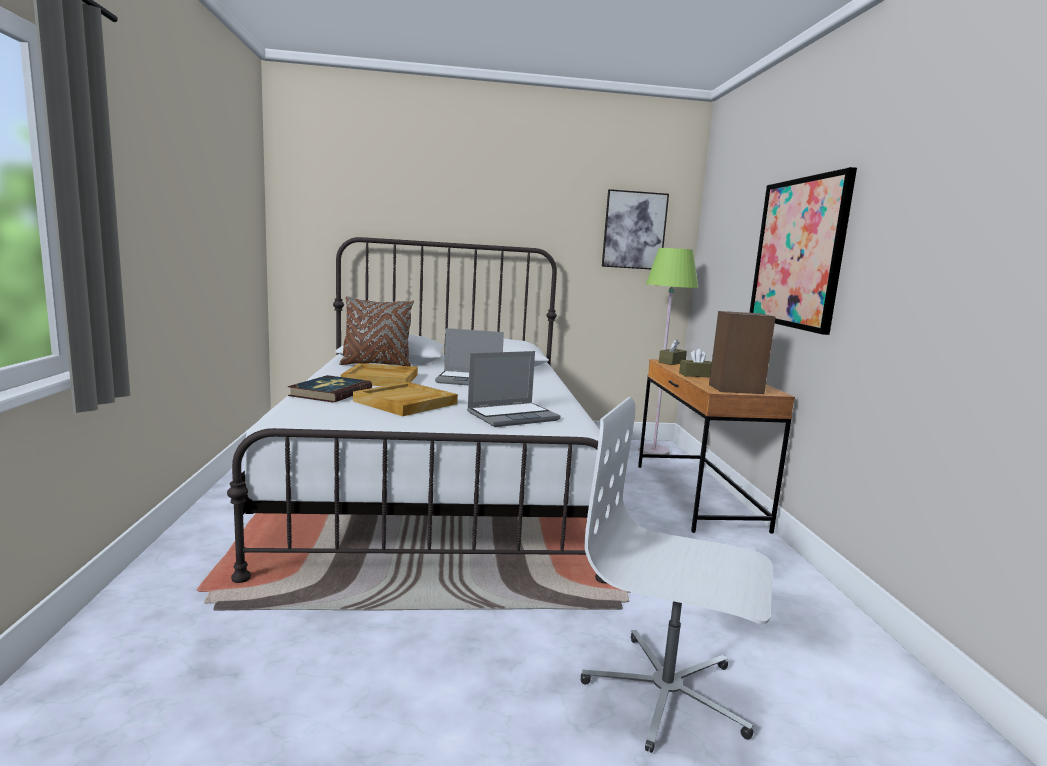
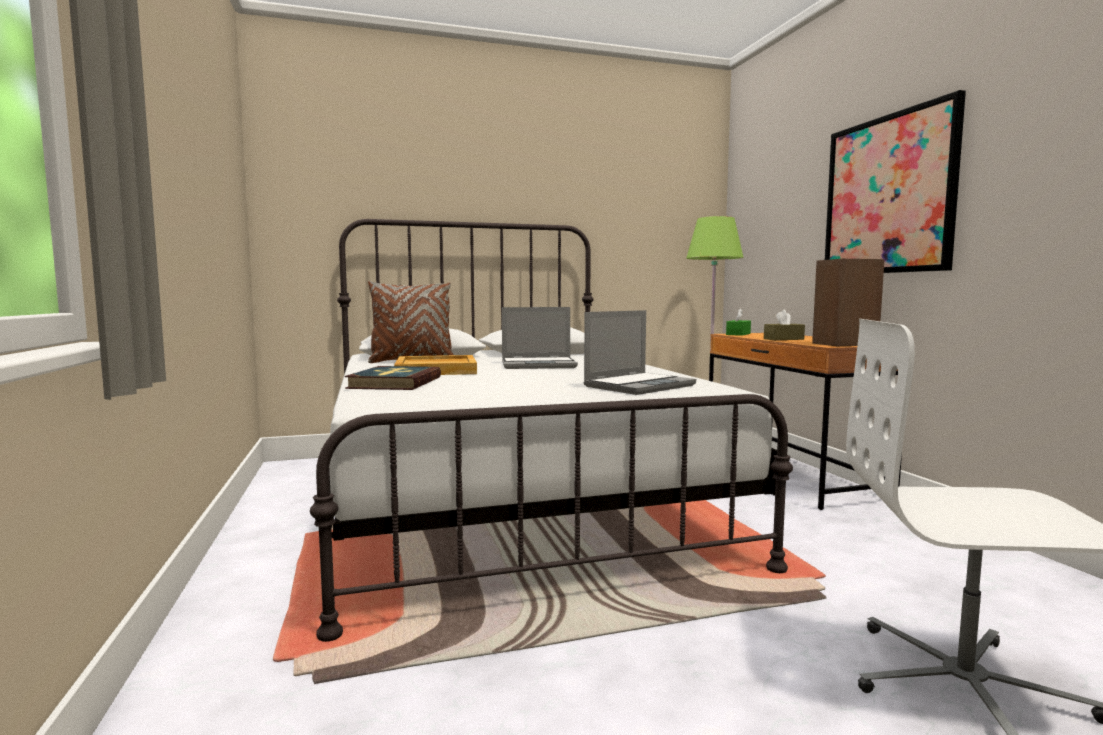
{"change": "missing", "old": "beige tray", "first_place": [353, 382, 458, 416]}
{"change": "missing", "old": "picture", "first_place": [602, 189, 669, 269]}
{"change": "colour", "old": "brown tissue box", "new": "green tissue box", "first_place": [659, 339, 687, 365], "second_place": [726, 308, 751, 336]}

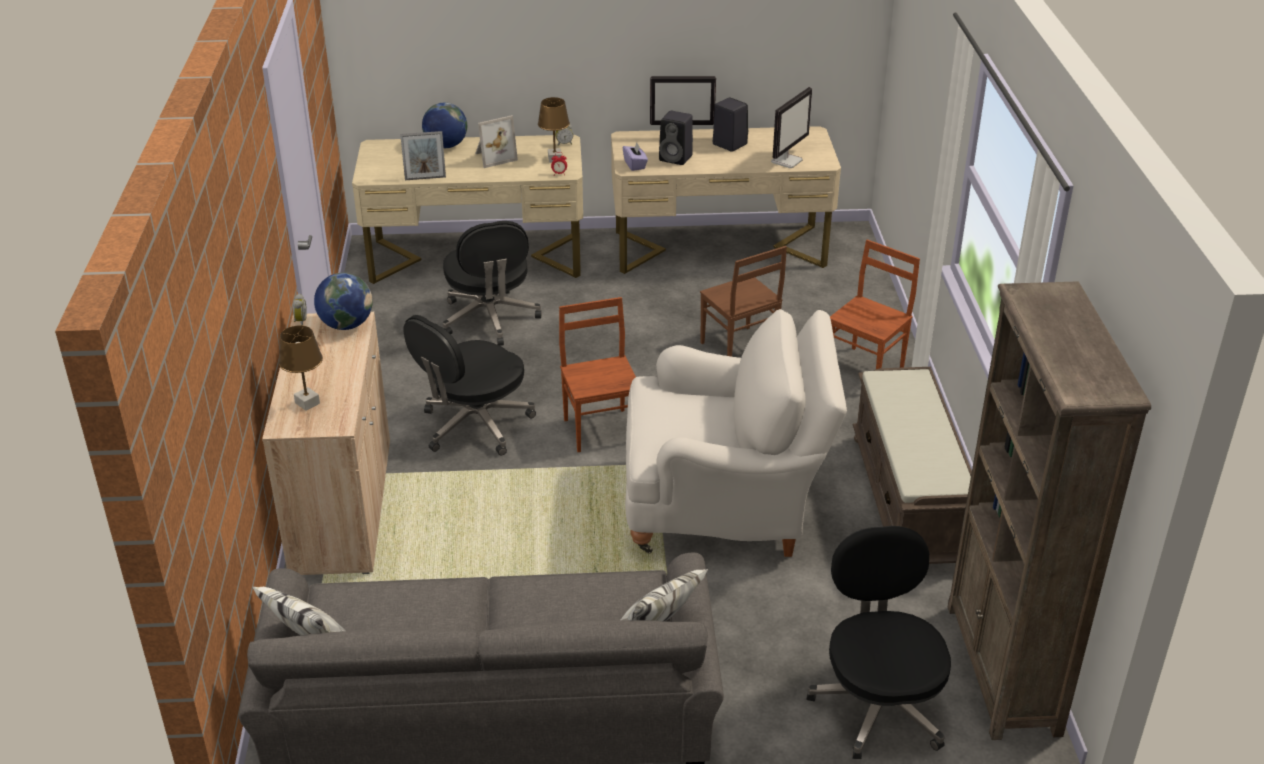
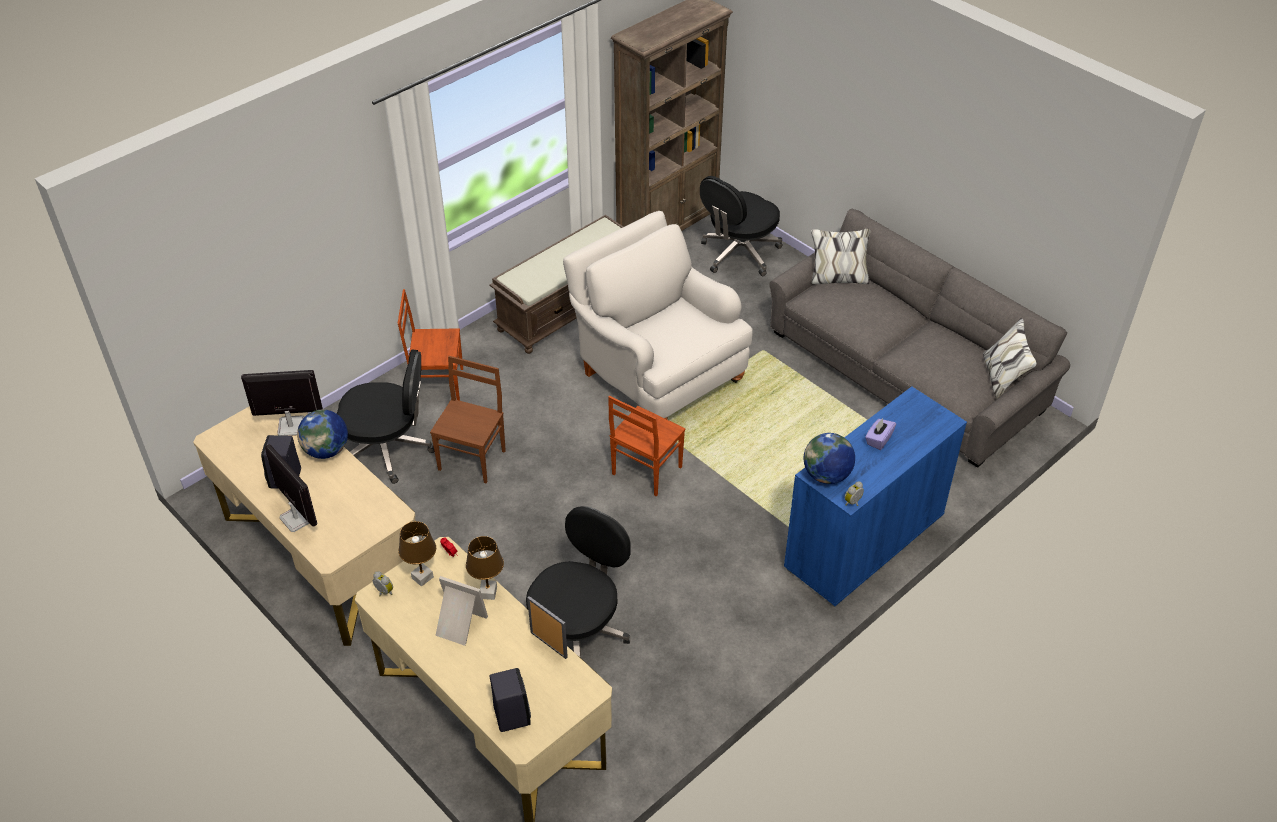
{"change": "relocated", "old": "brown table lamp", "first_place": [279, 325, 323, 411], "second_place": [466, 536, 504, 600]}
{"change": "relocated", "old": "black office chair", "first_place": [403, 315, 536, 456], "second_place": [336, 350, 435, 484]}
{"change": "relocated", "old": "globe", "first_place": [422, 103, 467, 148], "second_place": [297, 410, 348, 459]}
{"change": "relocated", "old": "purple tissue box", "first_place": [623, 143, 648, 171], "second_place": [865, 418, 896, 450]}
{"change": "relocated", "old": "black speaker", "first_place": [659, 111, 693, 165], "second_place": [490, 668, 531, 732]}
{"change": "colour", "old": "beige cabinet", "new": "blue cabinet", "first_place": [262, 312, 390, 575], "second_place": [784, 386, 967, 607]}

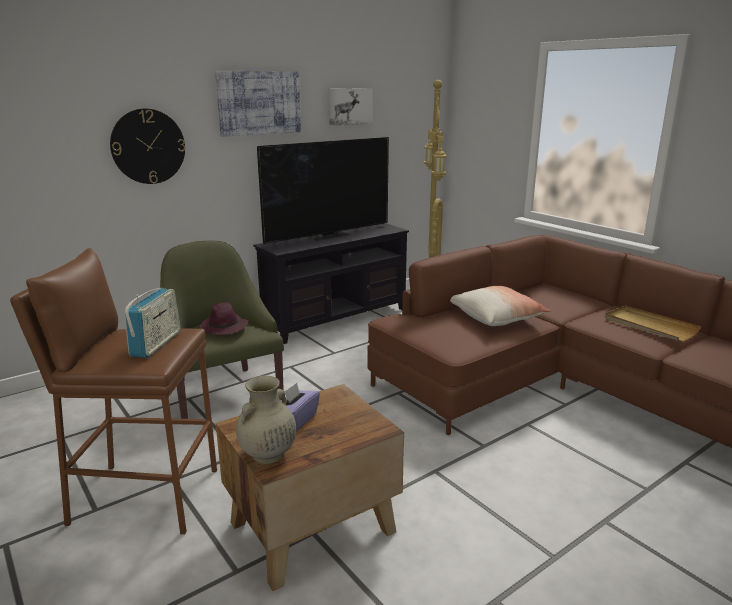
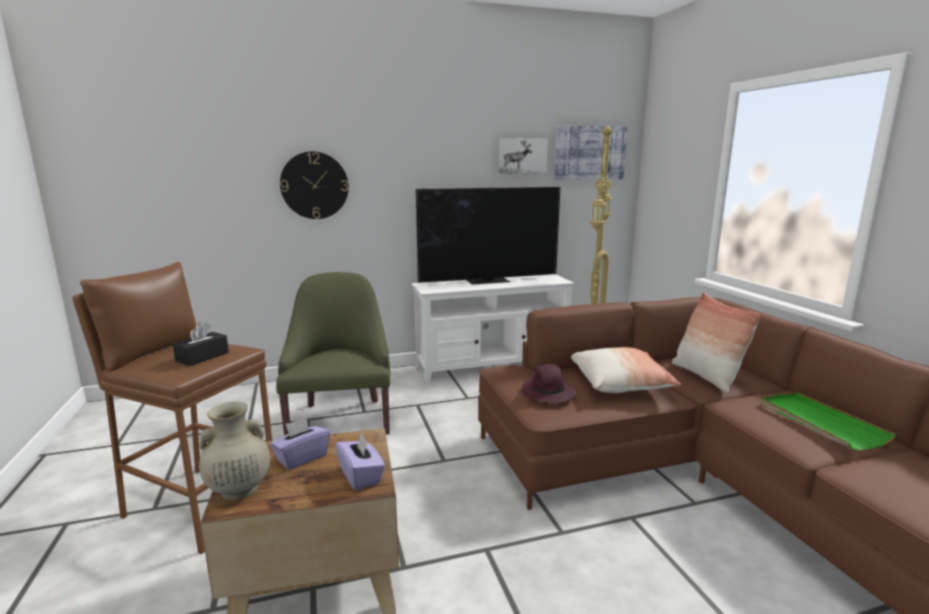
{"change": "appeared", "new": "purple tissue box", "second_place": [335, 432, 385, 490]}
{"change": "appeared", "new": "pillow", "second_place": [672, 292, 763, 393]}
{"change": "relocated", "old": "purple hat", "first_place": [200, 302, 248, 335], "second_place": [521, 364, 577, 403]}
{"change": "relocated", "old": "picture", "first_place": [215, 71, 301, 137], "second_place": [554, 125, 628, 180]}
{"change": "exchanged", "old": "radio", "new": "black tissue box", "first_place": [124, 288, 181, 358], "second_place": [173, 322, 229, 366]}
{"change": "colour", "old": "black tv stand", "new": "white tv stand", "first_place": [253, 223, 409, 344], "second_place": [411, 274, 574, 382]}
{"change": "colour", "old": "beige tray", "new": "green tray", "first_place": [605, 305, 701, 342], "second_place": [760, 392, 897, 451]}

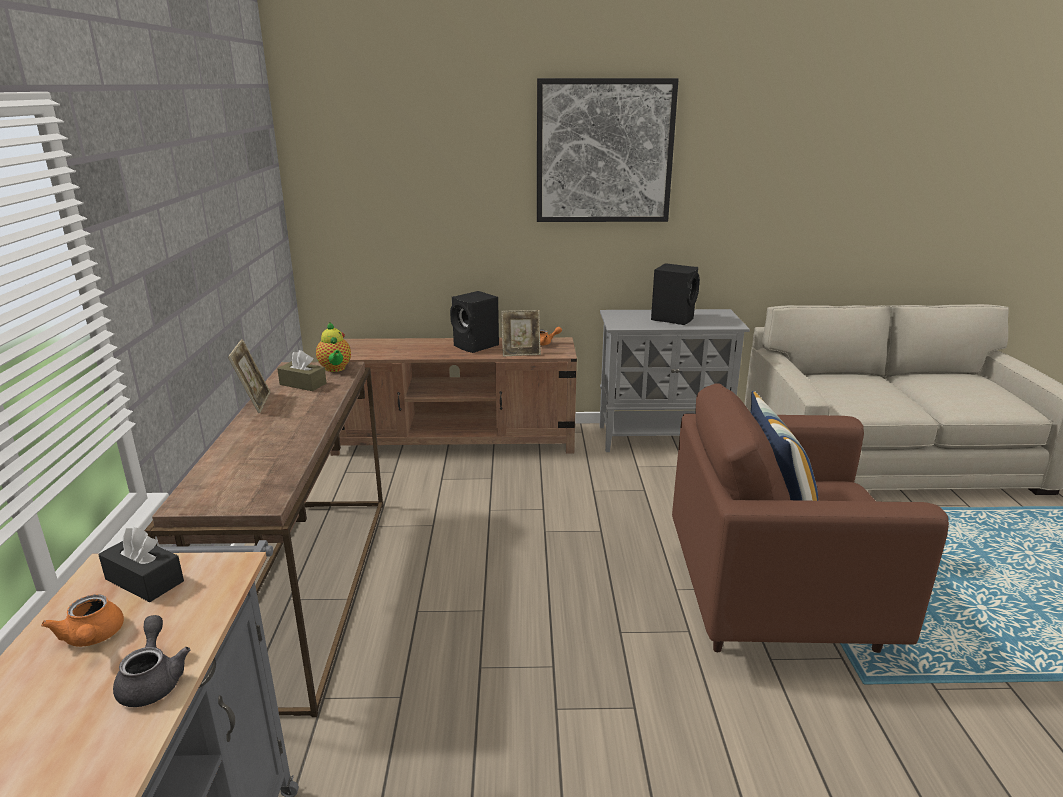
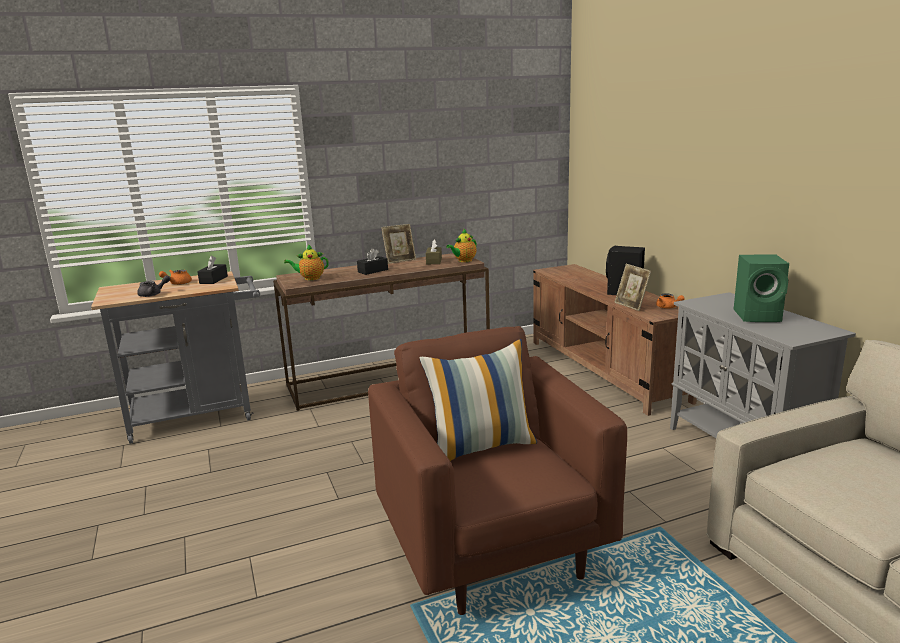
{"change": "missing", "old": "picture", "first_place": [537, 78, 679, 222]}
{"change": "appeared", "new": "teapot", "second_place": [284, 244, 329, 280]}
{"change": "appeared", "new": "black tissue box", "second_place": [357, 248, 388, 275]}
{"change": "colour", "old": "black speaker", "new": "green speaker", "first_place": [651, 263, 700, 325], "second_place": [734, 255, 789, 322]}

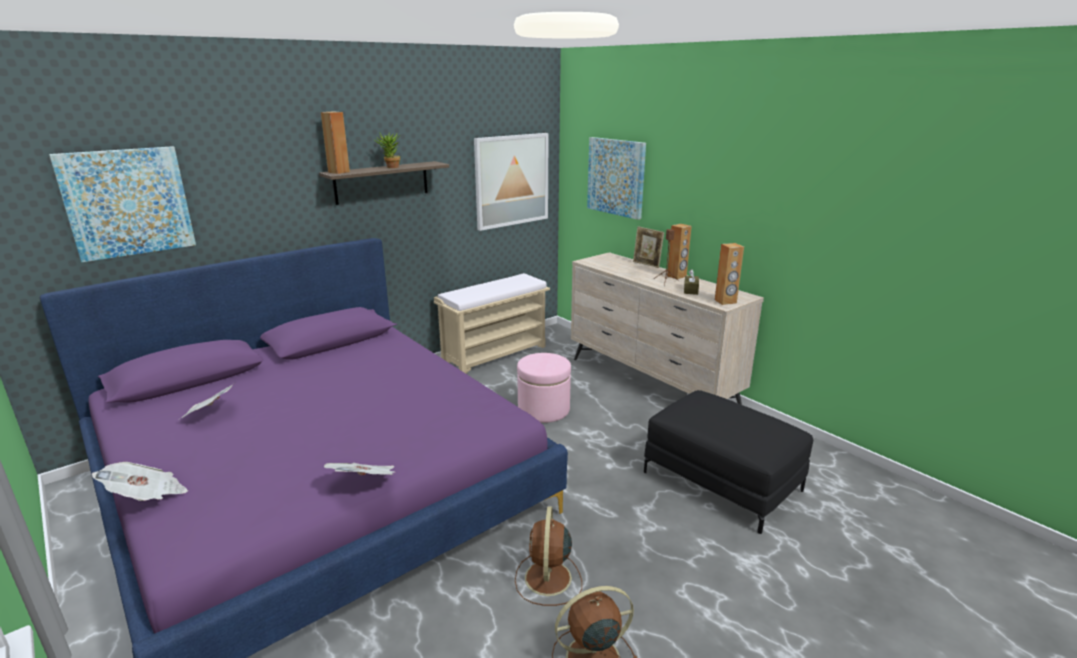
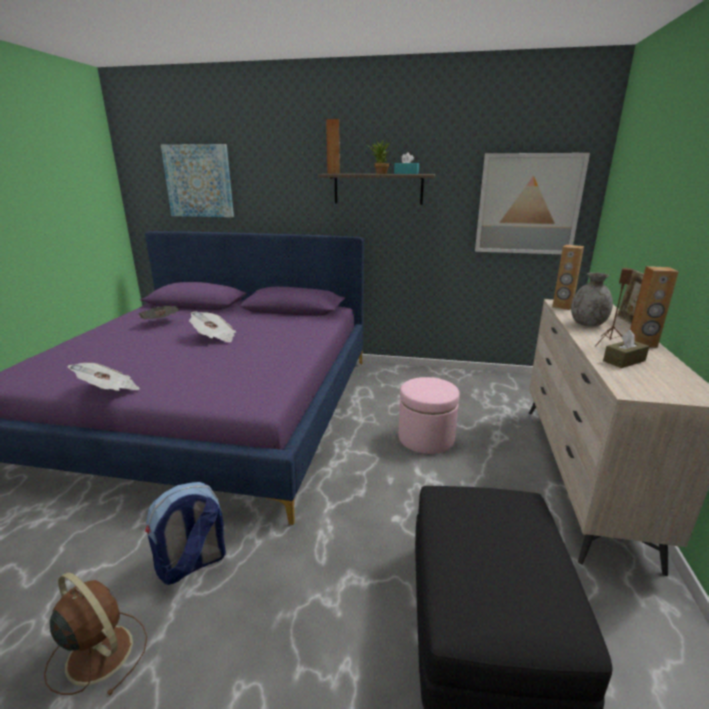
{"change": "missing", "old": "beige bench", "first_place": [434, 273, 550, 374]}
{"change": "missing", "old": "picture", "first_place": [587, 137, 646, 220]}
{"change": "appeared", "new": "turquoise tissue box", "second_place": [394, 152, 419, 174]}
{"change": "appeared", "new": "grey vase", "second_place": [571, 272, 613, 327]}
{"change": "relocated", "old": "newspaper", "first_place": [92, 462, 188, 501], "second_place": [189, 311, 236, 342]}
{"change": "relocated", "old": "brown speaker", "first_place": [715, 243, 744, 305], "second_place": [552, 245, 584, 310]}
{"change": "exchanged", "old": "brown fan", "new": "backpack", "first_place": [515, 506, 582, 606], "second_place": [145, 482, 226, 585]}

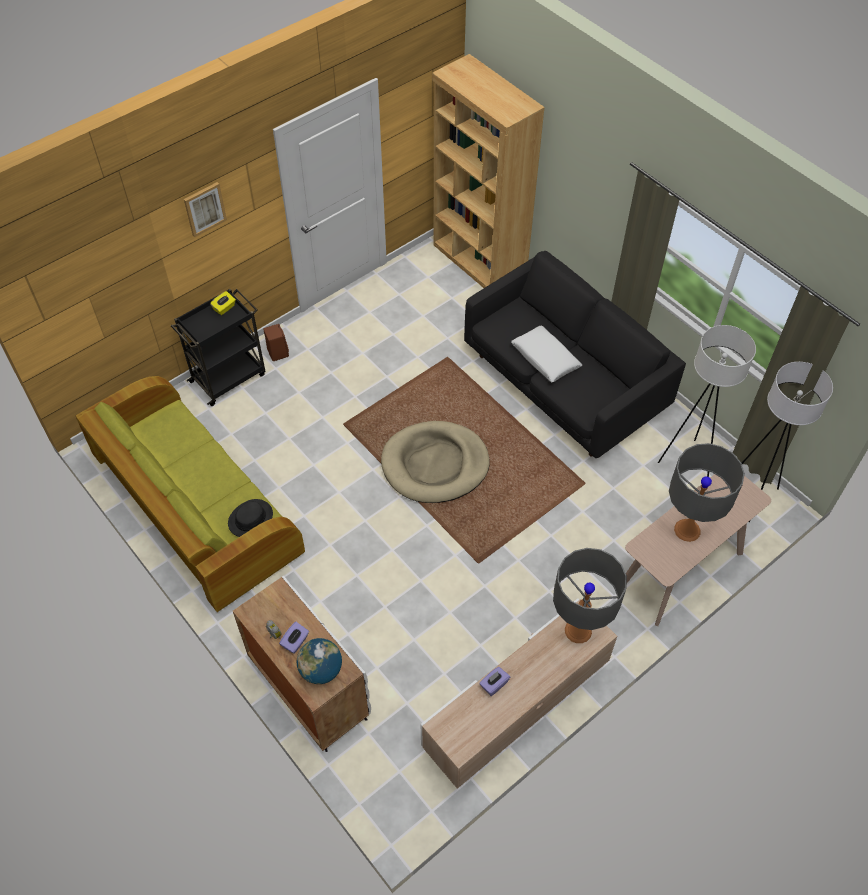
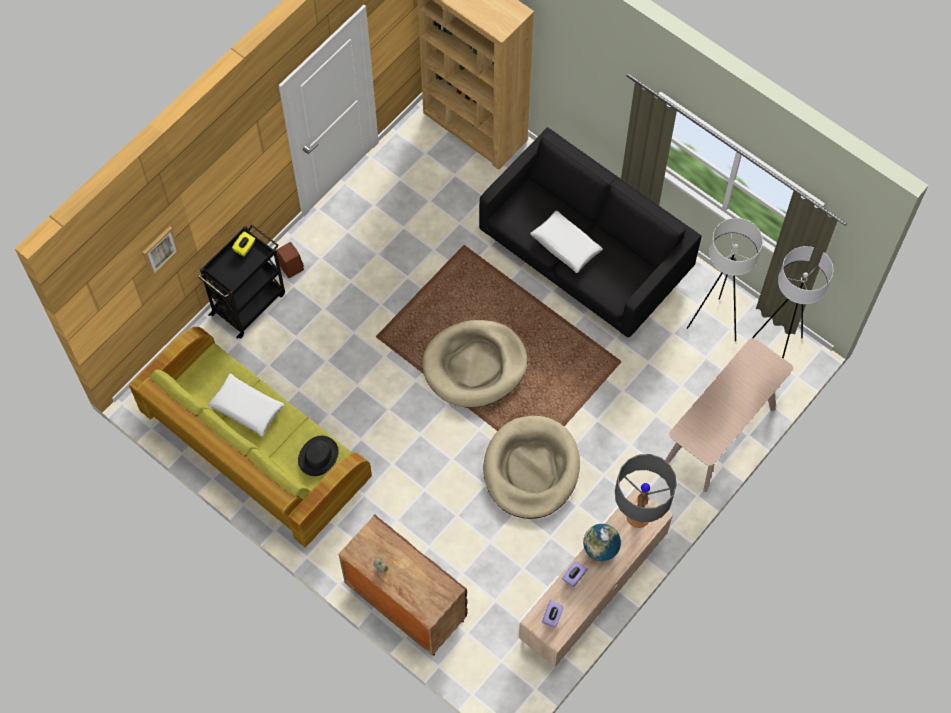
{"change": "missing", "old": "grey table lamp", "first_place": [669, 443, 745, 542]}
{"change": "appeared", "new": "white pillow", "second_place": [208, 374, 284, 436]}
{"change": "appeared", "new": "beige dog bed", "second_place": [483, 416, 580, 519]}
{"change": "relocated", "old": "picture", "first_place": [184, 182, 227, 237], "second_place": [143, 226, 179, 276]}
{"change": "relocated", "old": "purple tissue box", "first_place": [279, 622, 309, 654], "second_place": [542, 600, 563, 627]}
{"change": "relocated", "old": "globe", "first_place": [297, 638, 342, 684], "second_place": [583, 524, 621, 561]}
{"change": "colour", "old": "white cabinet", "new": "brown cabinet", "first_place": [233, 576, 371, 752], "second_place": [339, 515, 468, 656]}

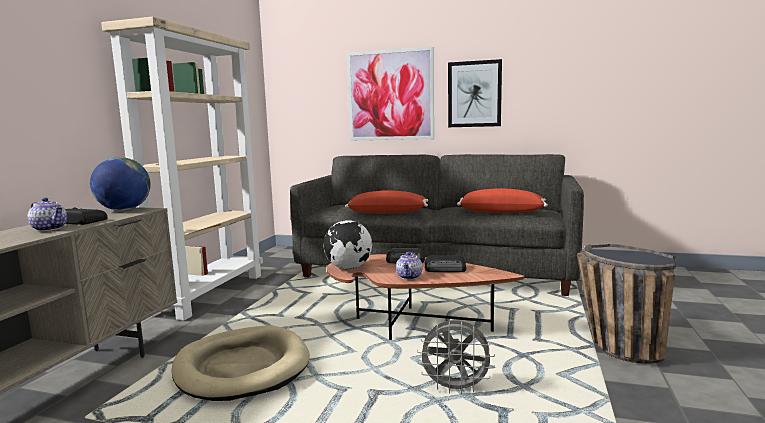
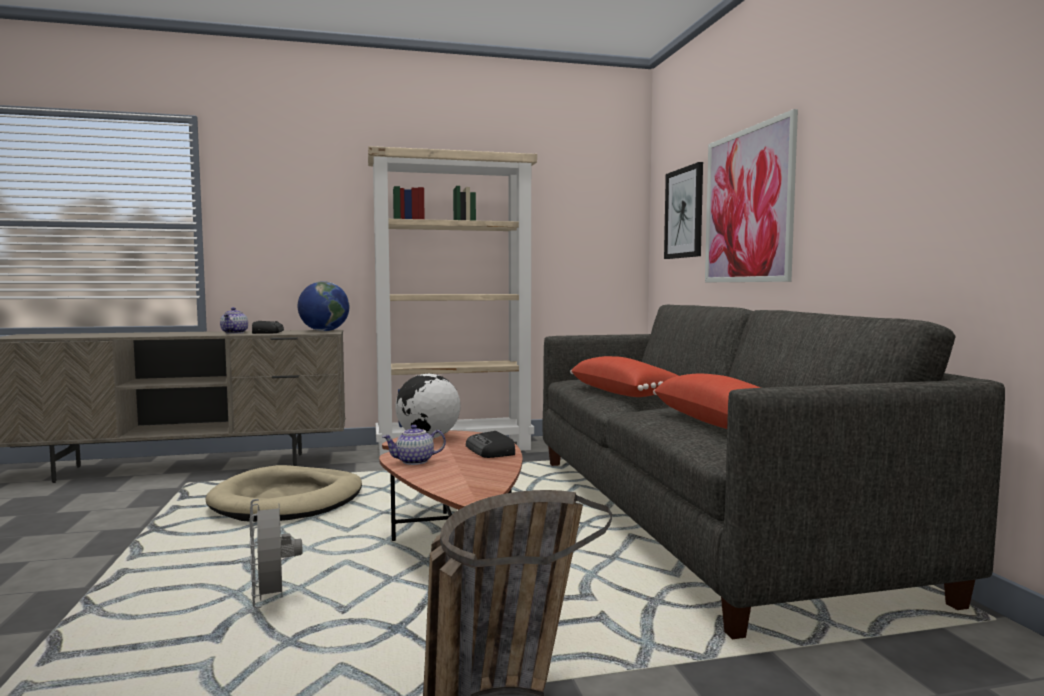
{"change": "missing", "old": "radio", "first_place": [425, 256, 466, 272]}
{"change": "relocated", "old": "picture", "first_place": [448, 59, 502, 127], "second_place": [664, 162, 703, 259]}

